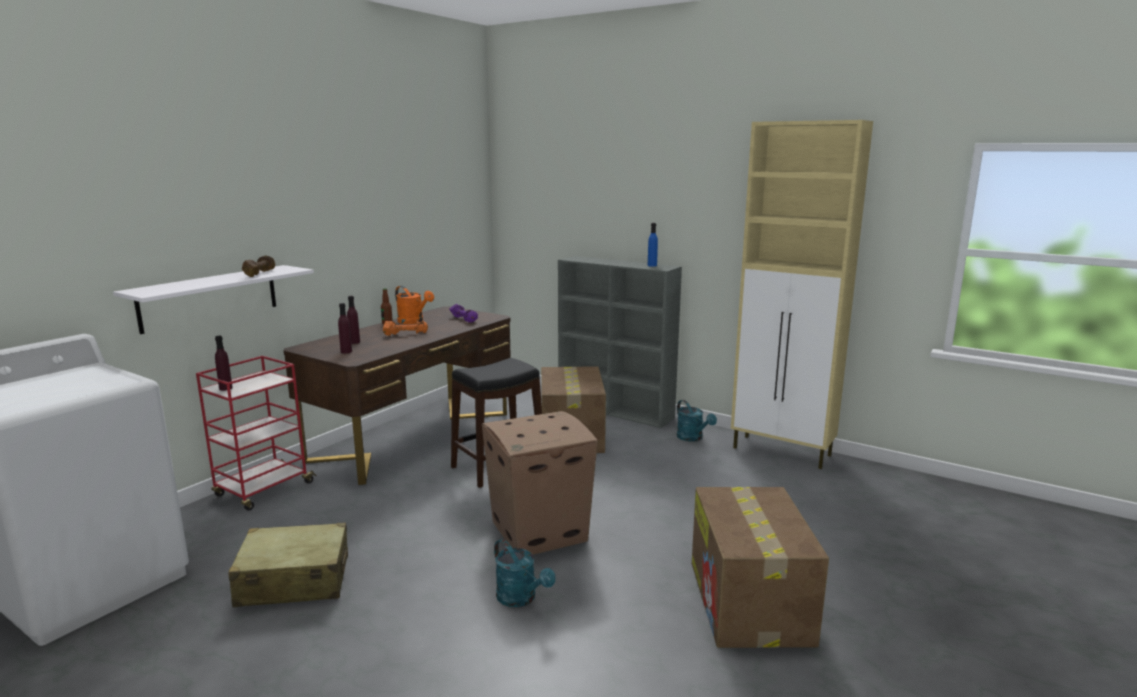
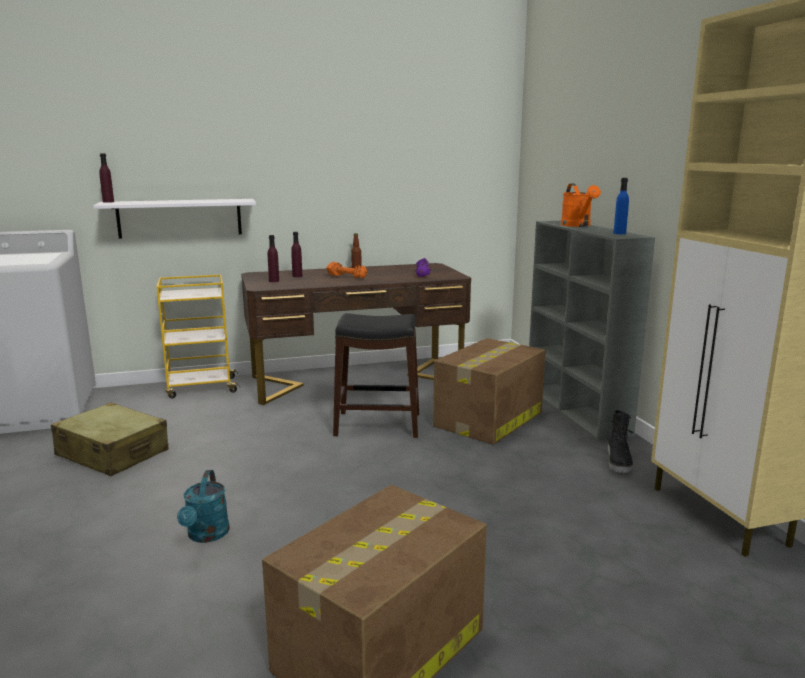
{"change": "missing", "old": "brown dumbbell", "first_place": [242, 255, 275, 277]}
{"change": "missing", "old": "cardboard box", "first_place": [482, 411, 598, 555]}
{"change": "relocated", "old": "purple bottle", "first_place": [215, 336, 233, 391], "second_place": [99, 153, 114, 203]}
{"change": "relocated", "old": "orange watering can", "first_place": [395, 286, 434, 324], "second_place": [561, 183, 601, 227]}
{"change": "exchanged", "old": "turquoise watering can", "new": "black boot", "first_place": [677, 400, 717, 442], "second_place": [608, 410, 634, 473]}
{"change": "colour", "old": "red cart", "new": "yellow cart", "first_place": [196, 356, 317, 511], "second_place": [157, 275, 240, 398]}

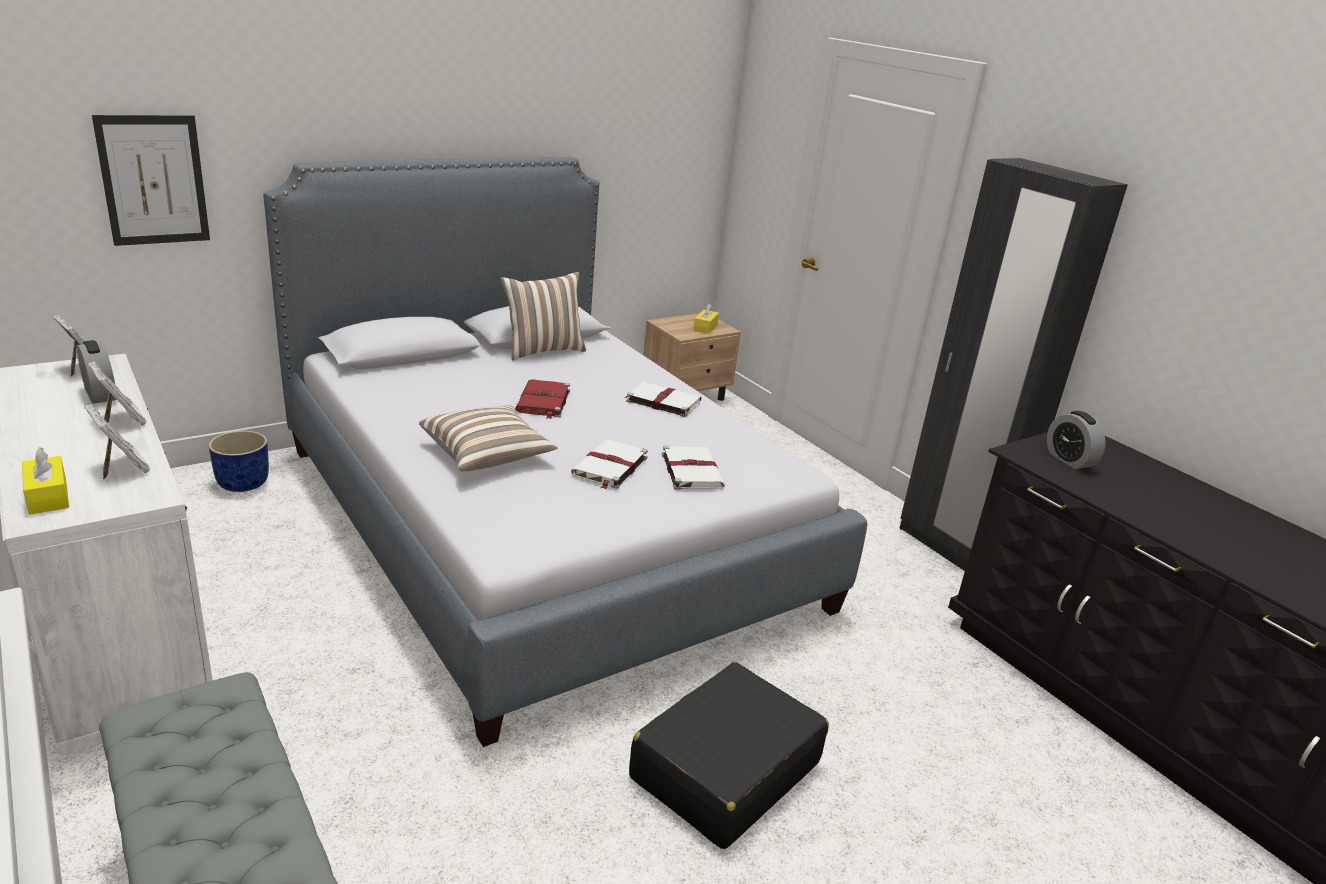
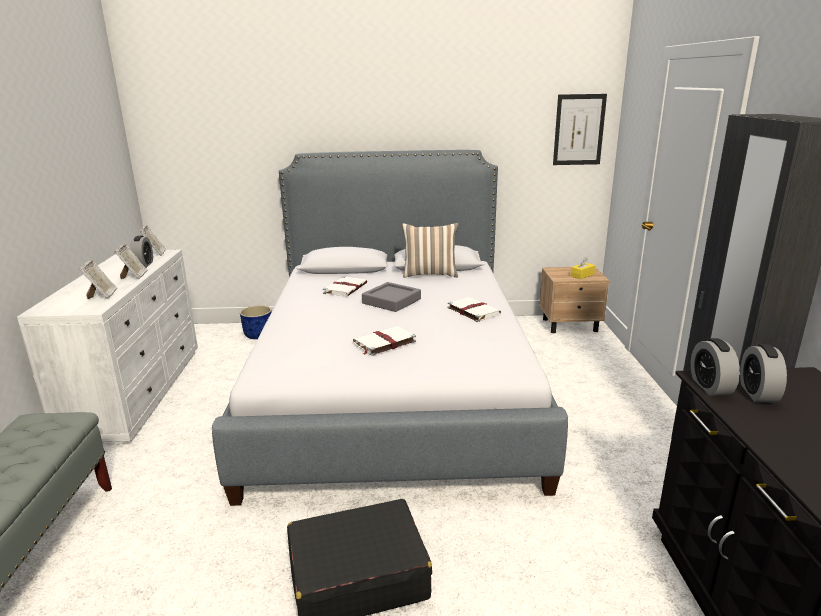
{"change": "missing", "old": "yellow tissue box", "first_place": [22, 447, 69, 514]}
{"change": "missing", "old": "pillow", "first_place": [419, 405, 558, 471]}
{"change": "appeared", "new": "alarm clock", "second_place": [691, 338, 740, 396]}
{"change": "relocated", "old": "picture", "first_place": [92, 115, 210, 246], "second_place": [553, 94, 607, 165]}
{"change": "relocated", "old": "white book", "first_place": [662, 446, 725, 490], "second_place": [323, 276, 367, 297]}
{"change": "exchanged", "old": "red book", "new": "grey tray", "first_place": [515, 379, 570, 419], "second_place": [362, 282, 421, 312]}

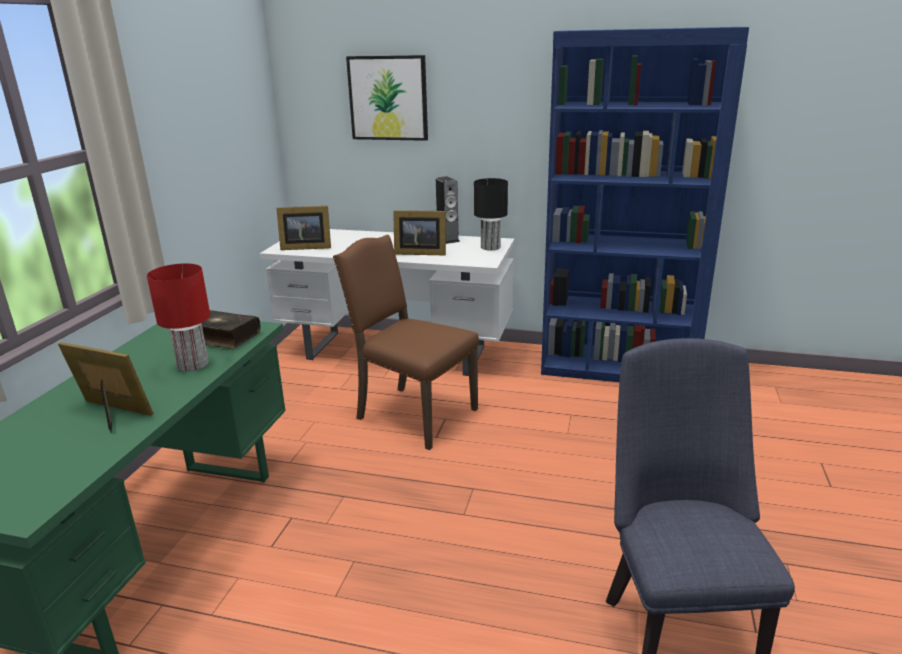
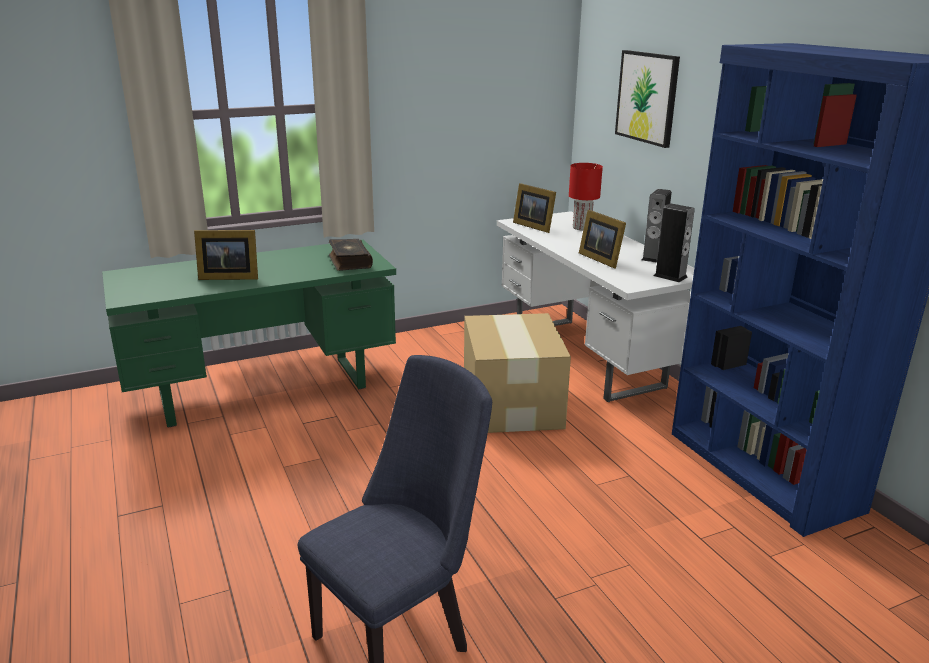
{"change": "relocated", "old": "red table lamp", "first_place": [147, 263, 210, 372], "second_place": [569, 163, 603, 230]}
{"change": "exchanged", "old": "brown chair", "new": "cardboard box", "first_place": [333, 235, 479, 450], "second_place": [464, 313, 571, 433]}
{"change": "exchanged", "old": "black table lamp", "new": "speaker", "first_place": [474, 178, 508, 251], "second_place": [654, 203, 695, 282]}
{"change": "spun", "old": "picture frame", "first_place": [58, 342, 153, 433], "second_place": [194, 230, 258, 280], "degrees": 105}

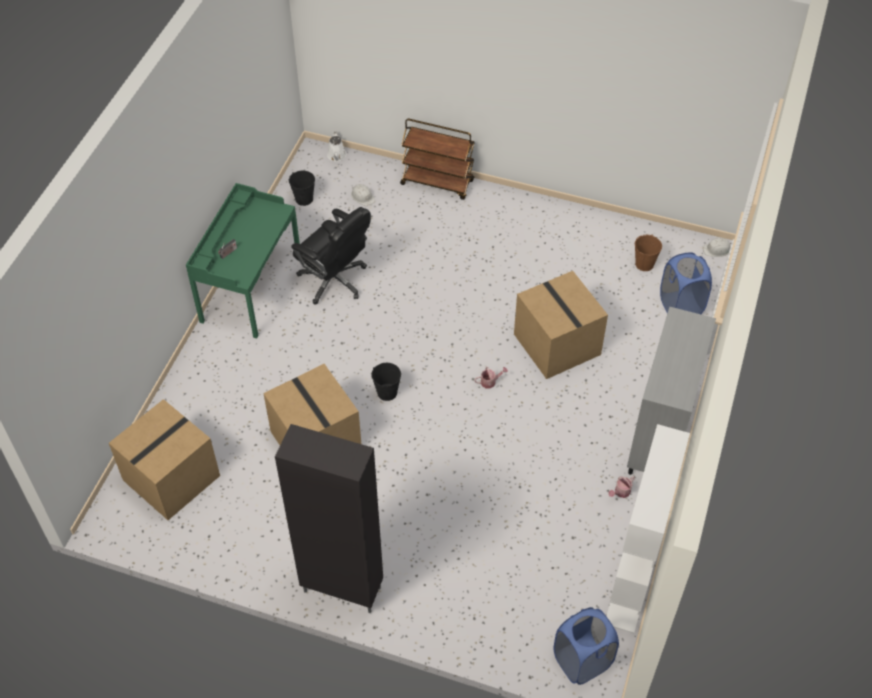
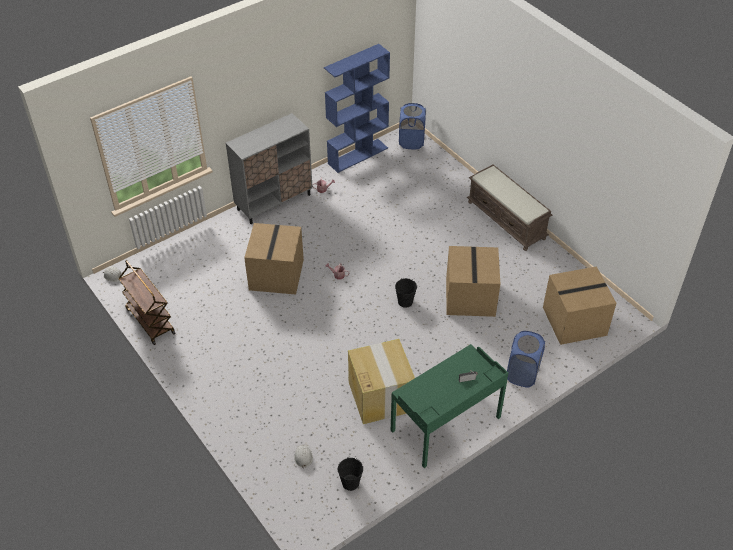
{"change": "missing", "old": "white watering can", "first_place": [327, 132, 346, 162]}
{"change": "missing", "old": "brown bucket", "first_place": [635, 234, 662, 271]}
{"change": "relocated", "old": "brown cart", "first_place": [400, 119, 475, 200], "second_place": [118, 260, 175, 345]}
{"change": "relocated", "old": "blue laundry basket", "first_place": [660, 252, 712, 314], "second_place": [507, 331, 545, 388]}
{"change": "exchanged", "old": "black cabinet", "new": "brown bench", "first_place": [275, 424, 383, 613], "second_place": [467, 164, 552, 251]}
{"change": "exchanged", "old": "black office chair", "new": "cardboard box", "first_place": [291, 207, 371, 305], "second_place": [348, 339, 415, 424]}
{"change": "colour", "old": "white bookcase", "new": "blue bookcase", "first_place": [607, 424, 690, 633], "second_place": [324, 44, 390, 173]}

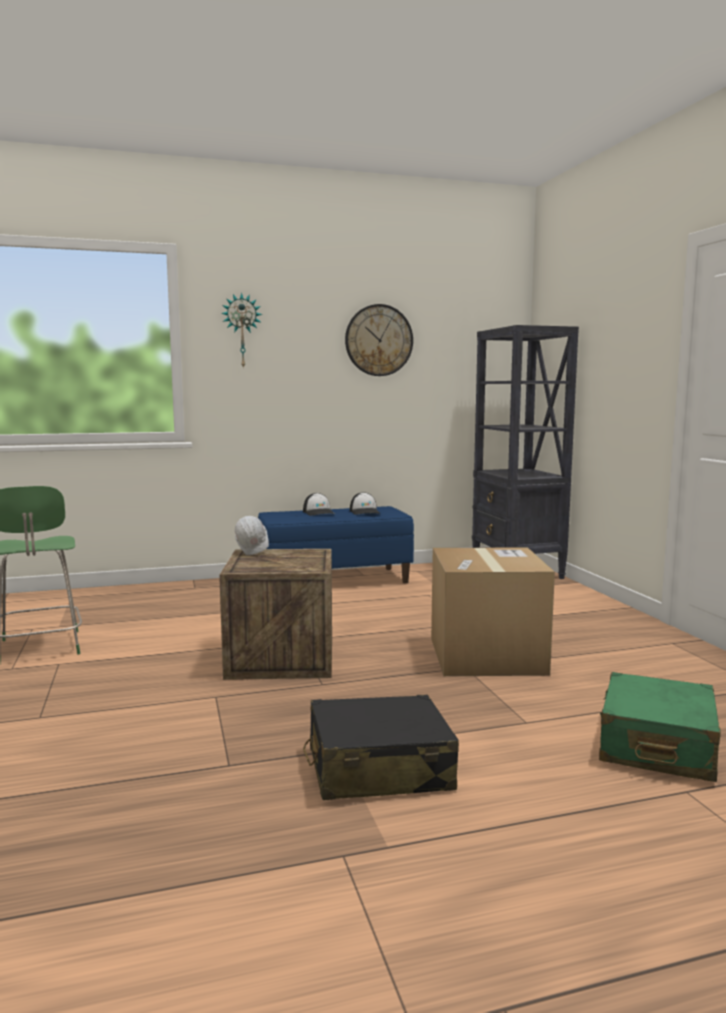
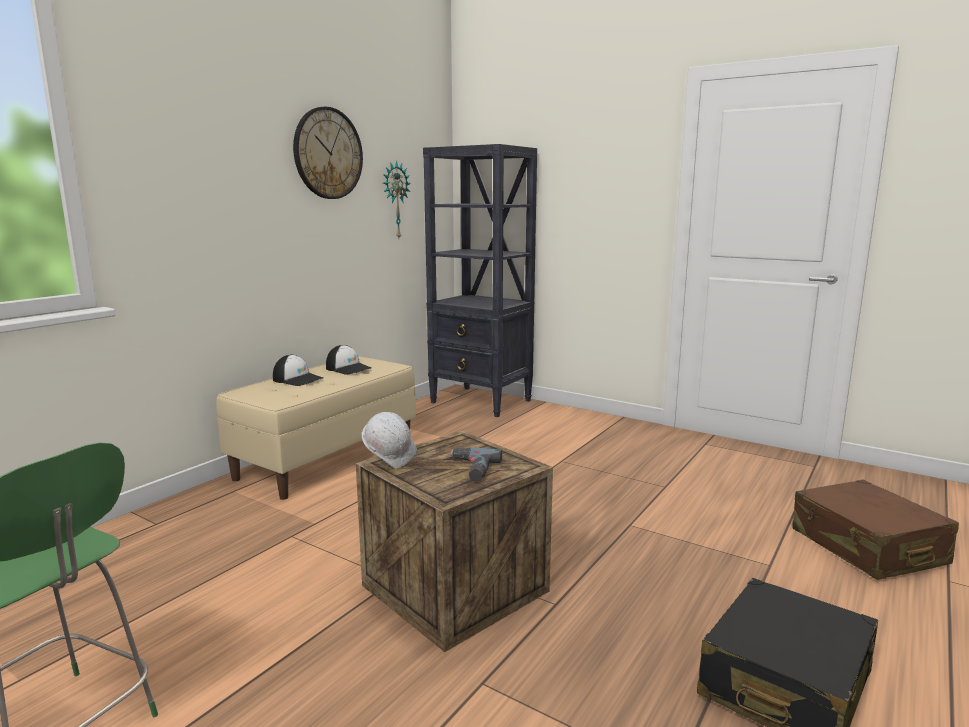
{"change": "missing", "old": "cardboard box", "first_place": [431, 547, 555, 676]}
{"change": "appeared", "new": "power drill", "second_place": [450, 447, 502, 481]}
{"change": "relocated", "old": "wall clock", "first_place": [221, 292, 263, 369], "second_place": [383, 161, 411, 238]}
{"change": "colour", "old": "blue bench", "new": "beige bench", "first_place": [258, 506, 414, 583], "second_place": [216, 356, 416, 500]}
{"change": "colour", "old": "green suitcase", "new": "brown suitcase", "first_place": [599, 672, 721, 782], "second_place": [792, 480, 959, 580]}

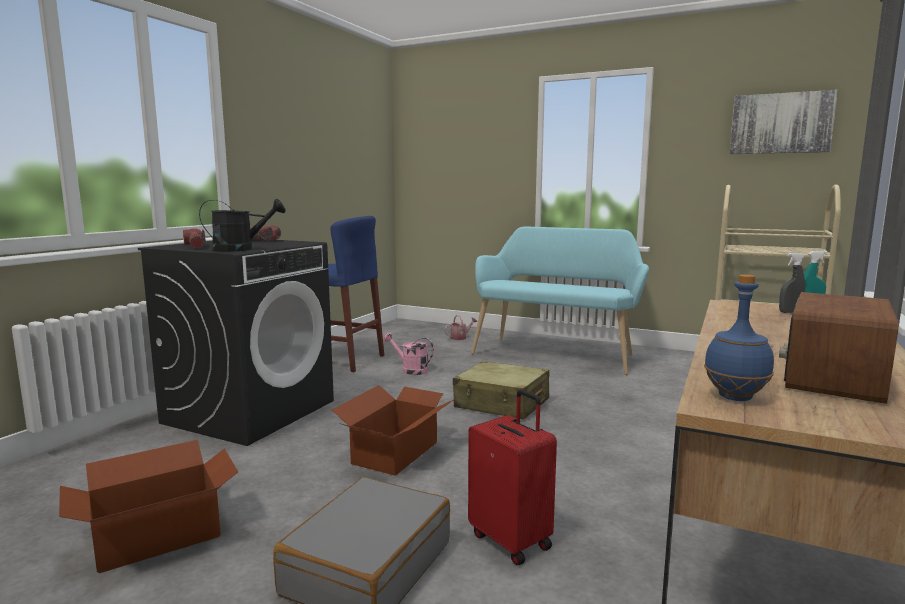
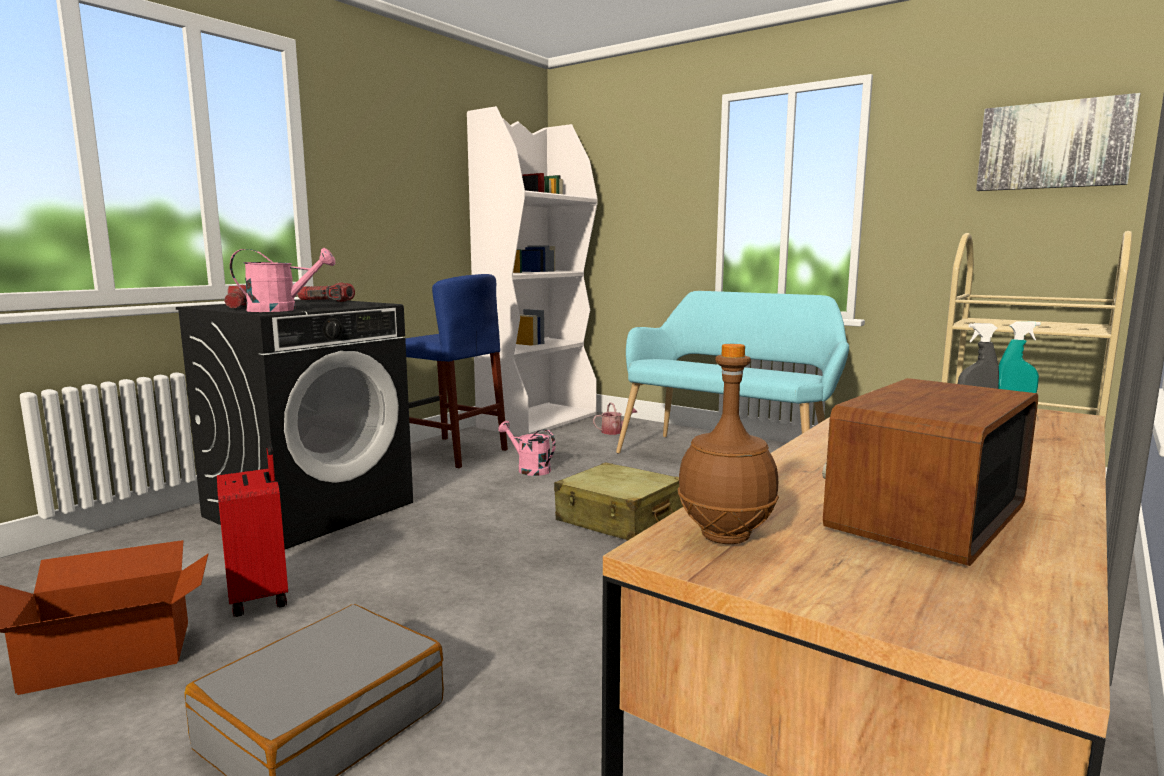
{"change": "missing", "old": "cardboard box", "first_place": [332, 385, 455, 476]}
{"change": "appeared", "new": "white bookcase", "second_place": [467, 106, 597, 436]}
{"change": "relocated", "old": "red suitcase", "first_place": [468, 390, 557, 565], "second_place": [217, 441, 288, 617]}
{"change": "colour", "old": "black watering can", "new": "pink watering can", "first_place": [199, 199, 286, 252], "second_place": [230, 248, 335, 312]}
{"change": "colour", "old": "blue bottle", "new": "brown bottle", "first_place": [704, 275, 774, 401], "second_place": [678, 344, 779, 544]}

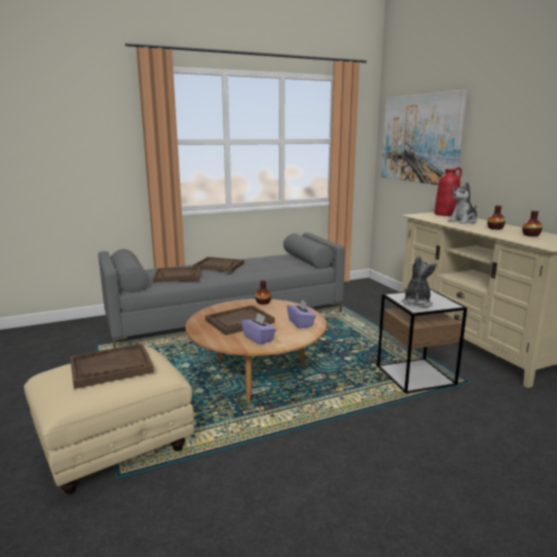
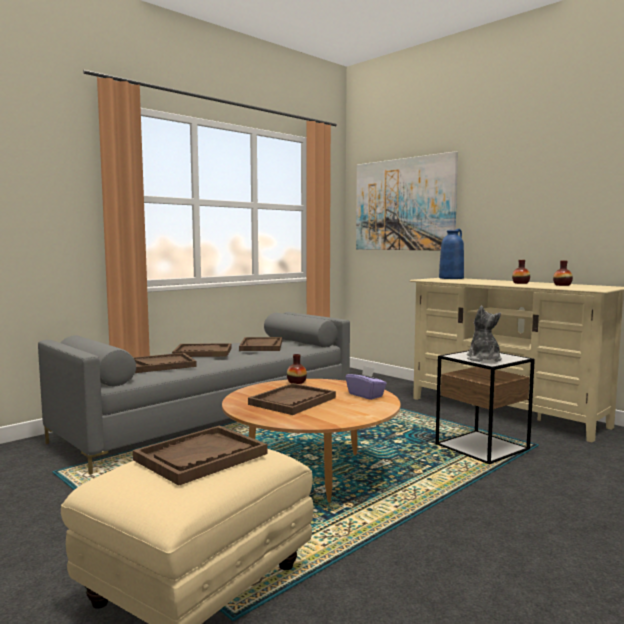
{"change": "missing", "old": "purple tissue box", "first_place": [241, 312, 276, 344]}
{"change": "missing", "old": "plush toy", "first_place": [448, 182, 477, 224]}
{"change": "appeared", "new": "brown tray", "second_place": [239, 337, 282, 351]}
{"change": "colour", "old": "red vase", "new": "blue vase", "first_place": [434, 167, 462, 216], "second_place": [439, 229, 464, 279]}

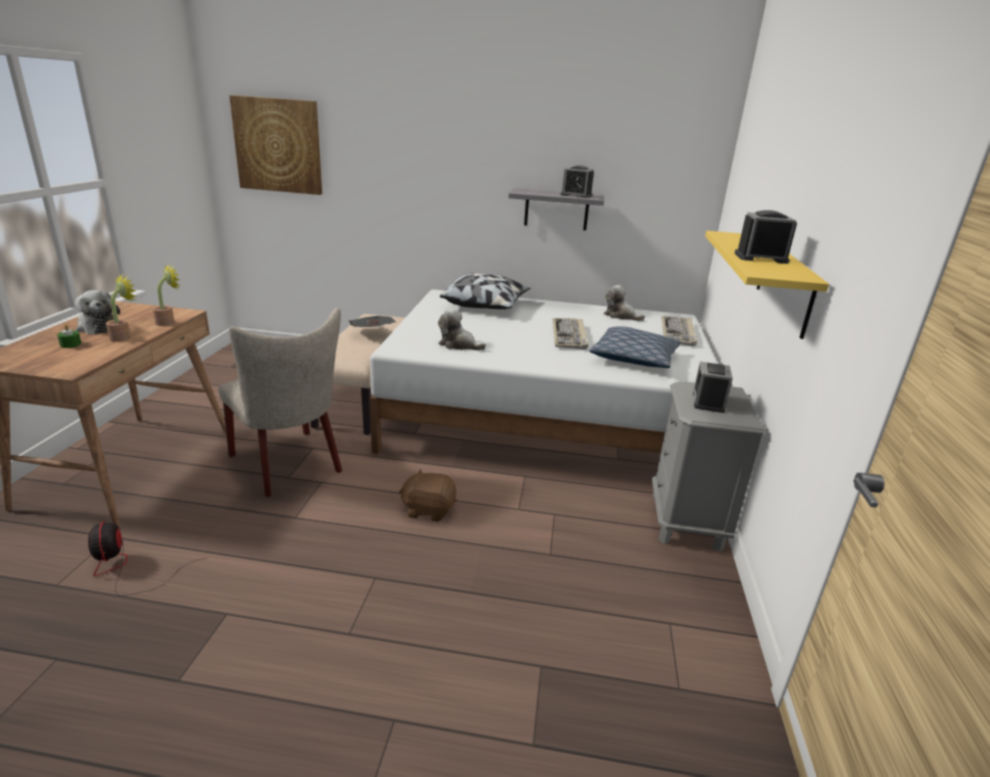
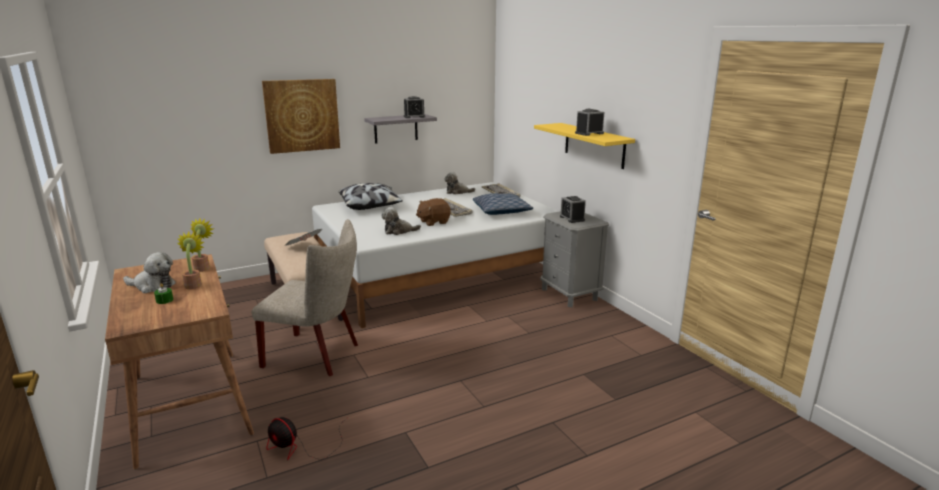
{"change": "relocated", "old": "picture", "first_place": [229, 95, 322, 195], "second_place": [262, 79, 340, 154]}
{"change": "relocated", "old": "brown plush toy", "first_place": [399, 469, 457, 522], "second_place": [416, 198, 451, 226]}

